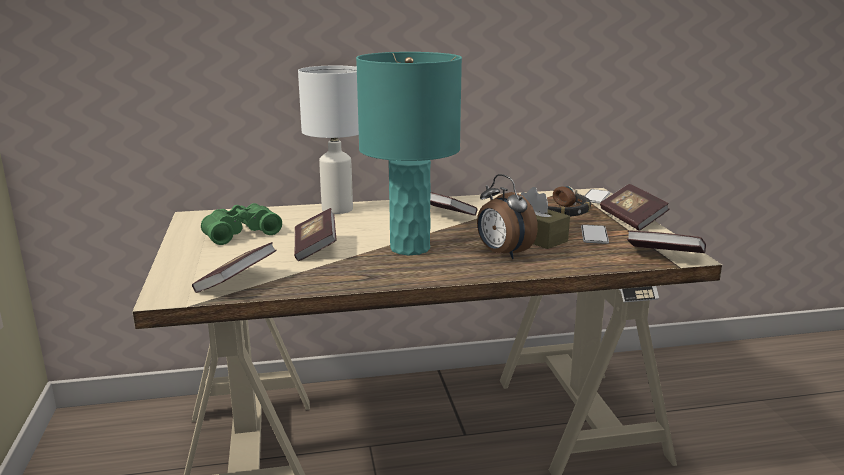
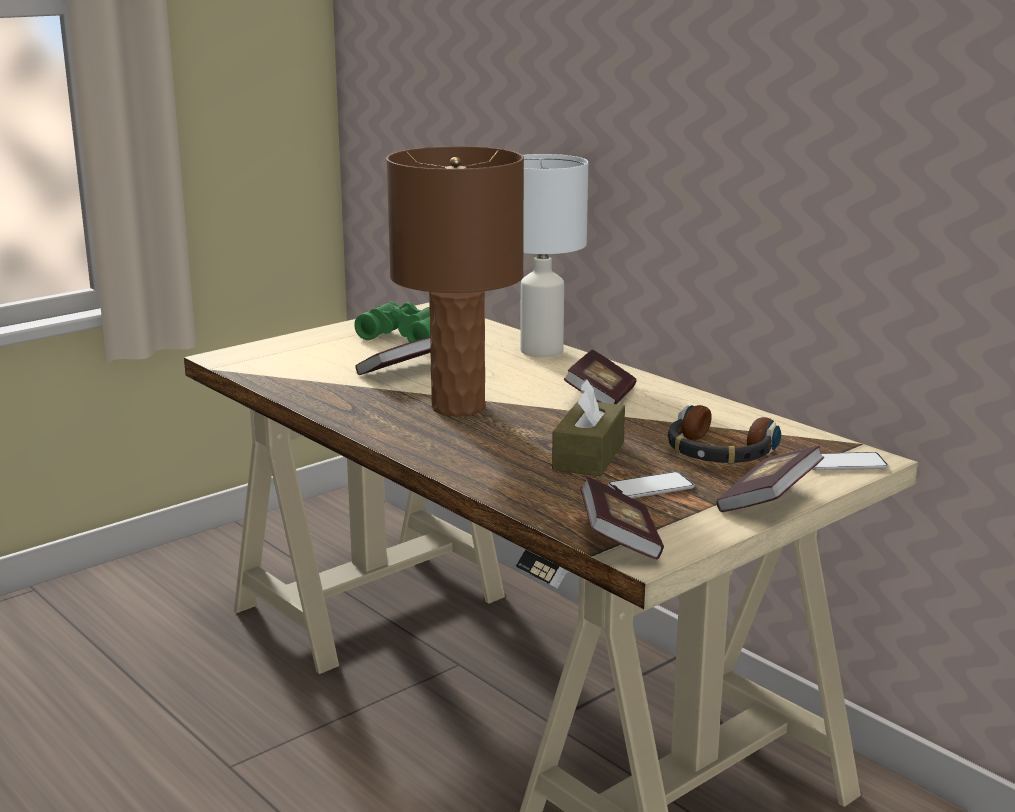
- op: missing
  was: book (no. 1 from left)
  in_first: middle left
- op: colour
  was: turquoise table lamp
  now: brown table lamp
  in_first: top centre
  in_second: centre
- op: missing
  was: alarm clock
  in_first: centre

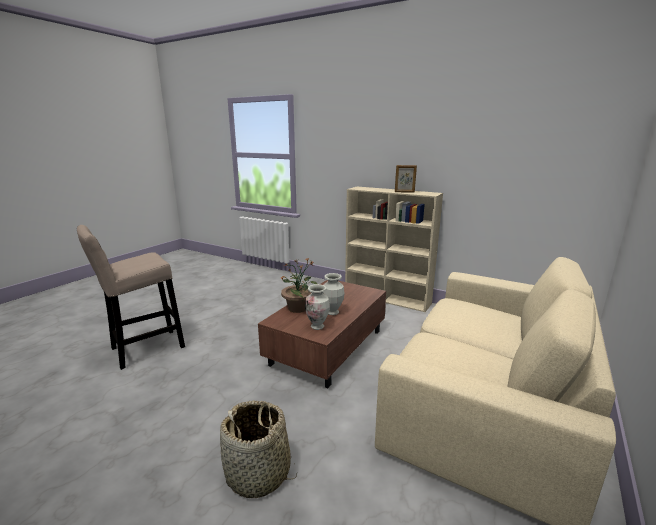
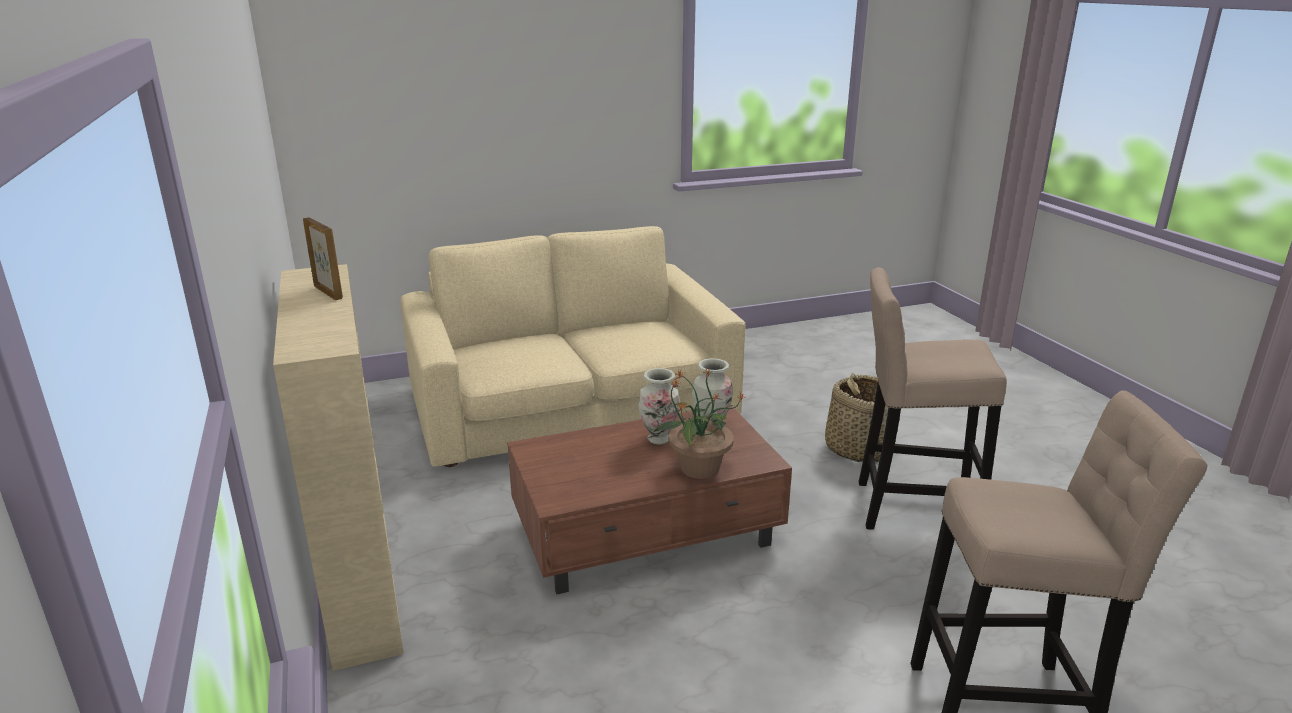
- op: appeared
  now: beige stool (no. 1 from left)
  in_second: middle right

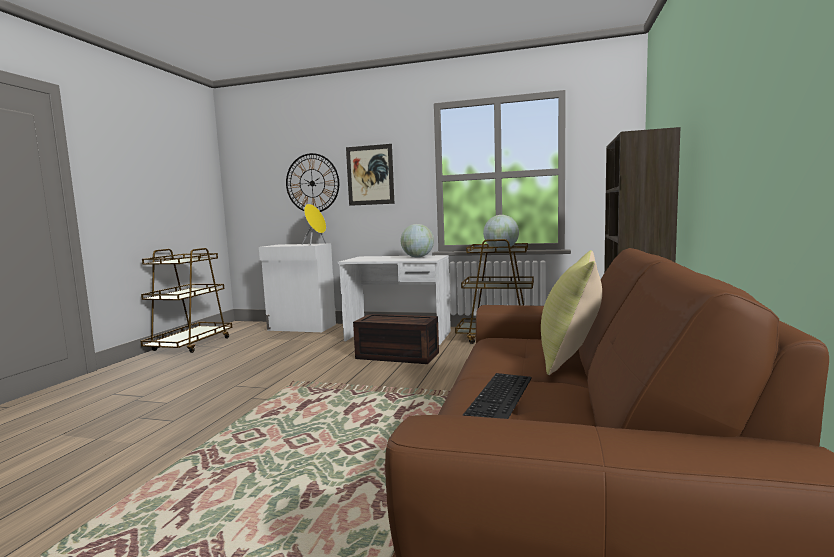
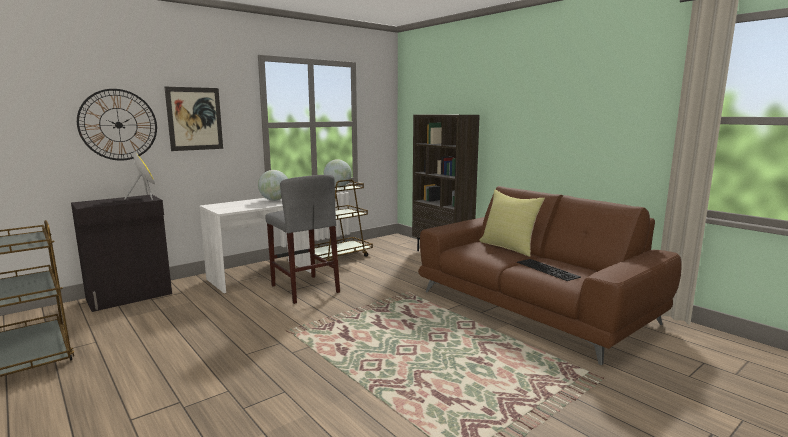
- op: colour
  was: white cabinet
  now: black cabinet
  in_first: centre
  in_second: middle left
- op: exchanged
  was: brown storage box
  now: grey stool
  in_first: centre
  in_second: centre

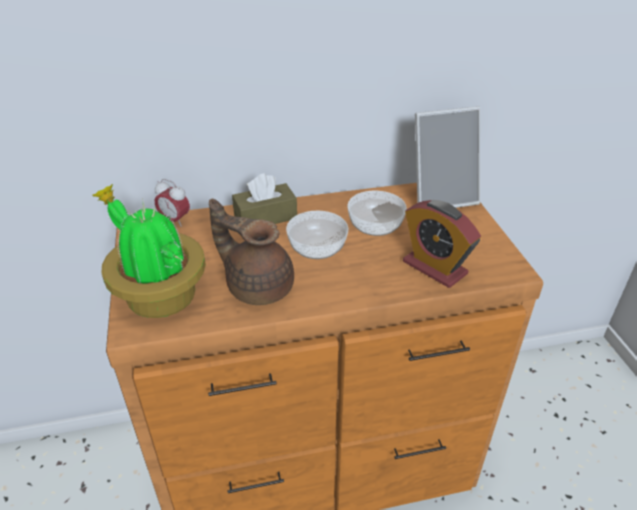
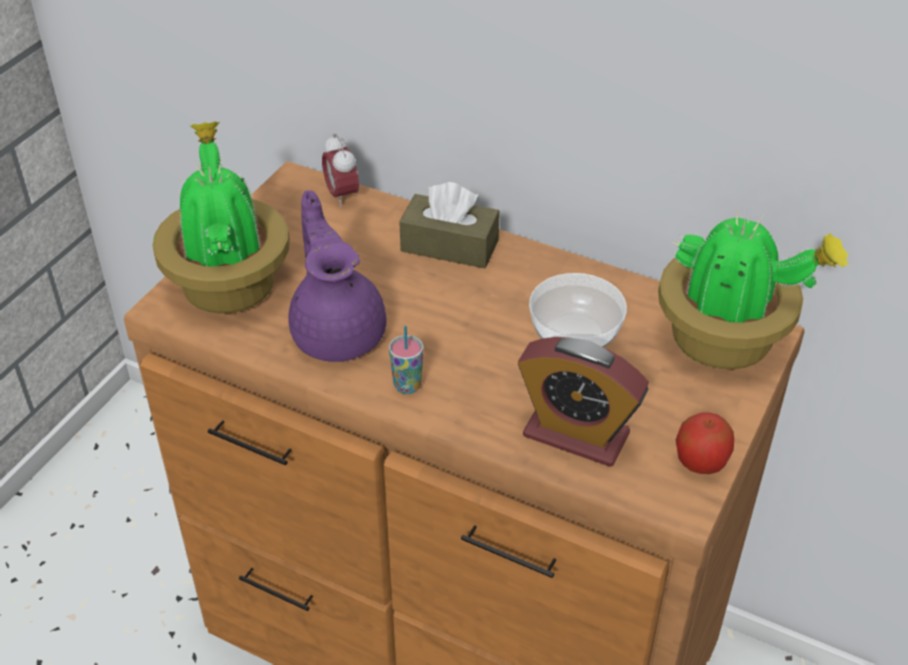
- op: colour
  was: brown teapot
  now: purple teapot
  in_first: centre
  in_second: centre
- op: missing
  was: bowl (no. 1 from left)
  in_first: centre
- op: spun
  was: alarm clock (no. 2 from left)
  in_first: middle right
  in_second: centre
  clockwise: -60
- op: exchanged
  was: picture frame
  now: potted plant (no. 2 from left)
  in_first: top right
  in_second: middle right
- op: appeared
  now: cup
  in_second: centre
- op: appeared
  now: apple
  in_second: middle right

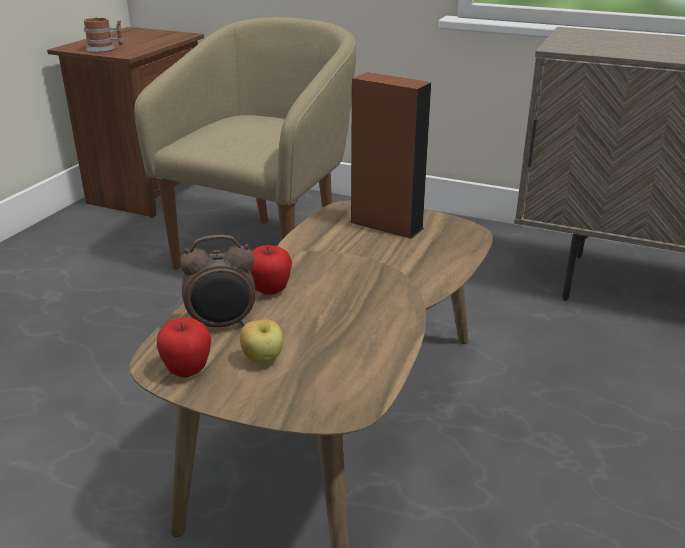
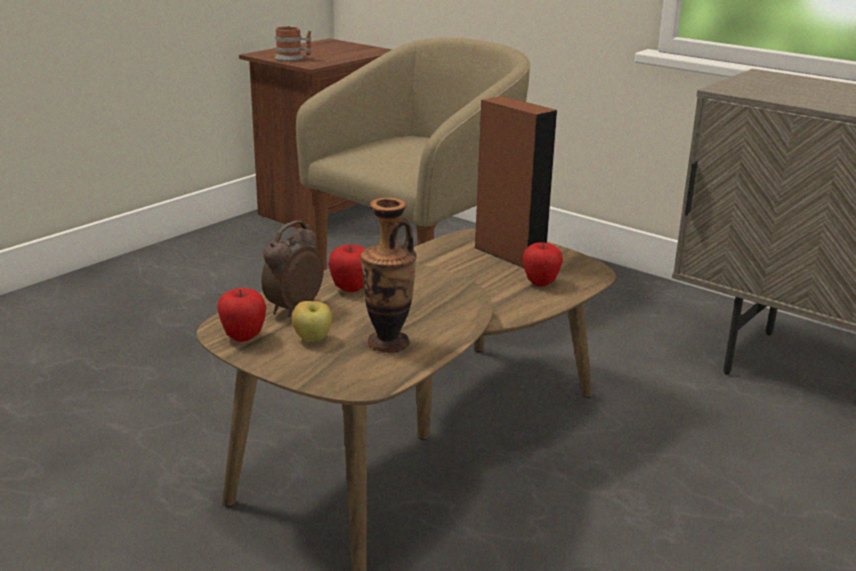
- op: spun
  was: alarm clock
  in_first: middle left
  in_second: centre
  clockwise: 120
- op: appeared
  now: vase
  in_second: centre
- op: appeared
  now: apple (no. 4 from left)
  in_second: centre

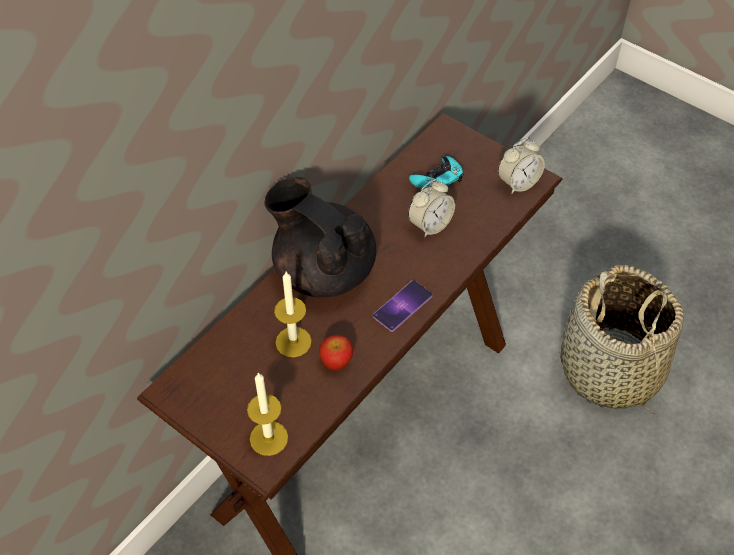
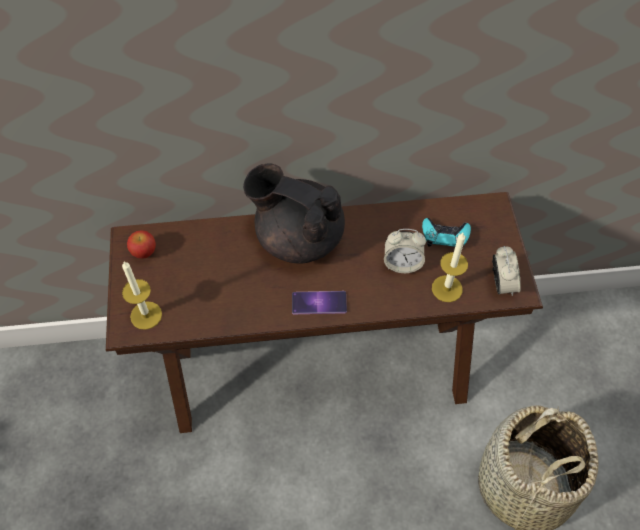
- op: spun
  was: black teapot
  in_first: centre
  in_second: centre
  clockwise: -60
- op: relocated
  was: candle (no. 2 from left)
  in_first: centre
  in_second: middle right
- op: relocated
  was: apple
  in_first: centre
  in_second: middle left
- op: spun
  was: alarm clock (no. 2 from left)
  in_first: top right
  in_second: middle right
  clockwise: -105

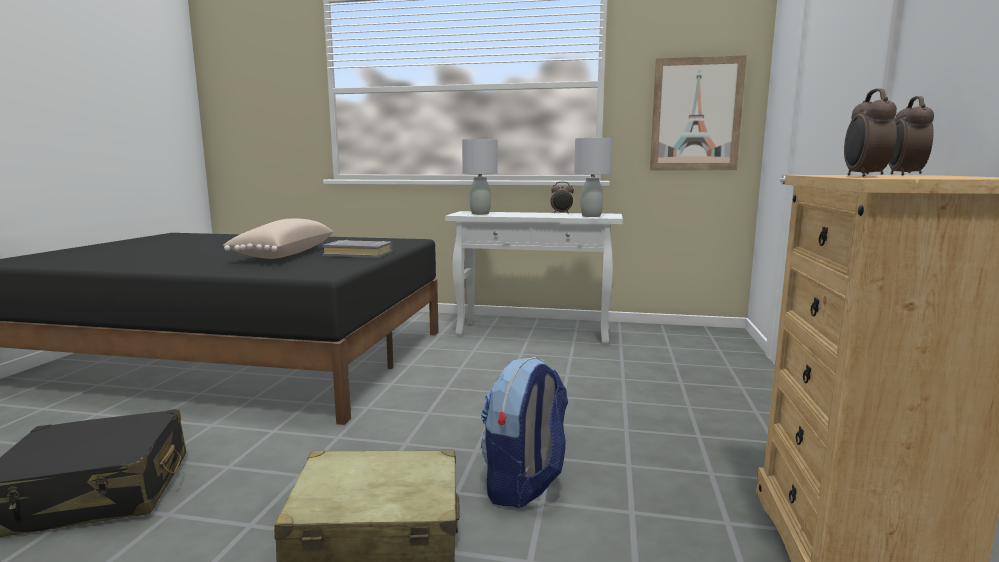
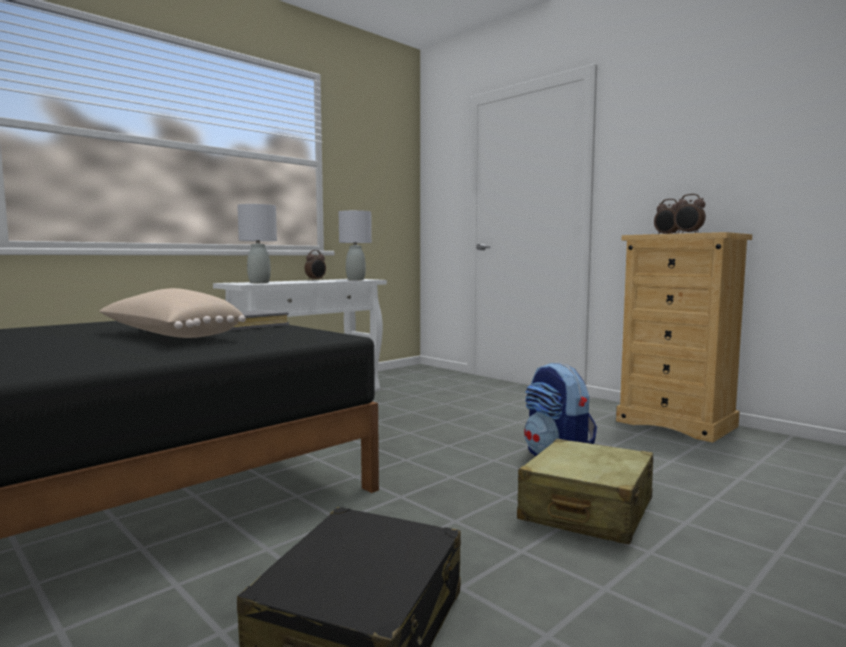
- op: missing
  was: picture
  in_first: top right

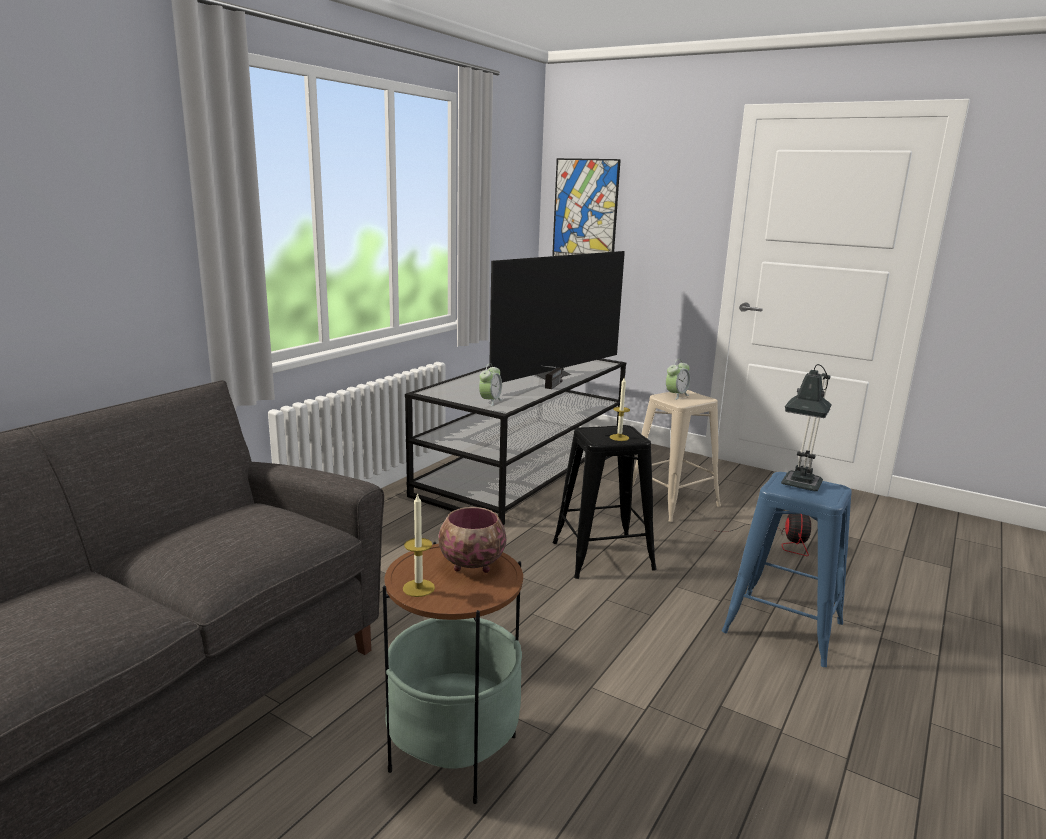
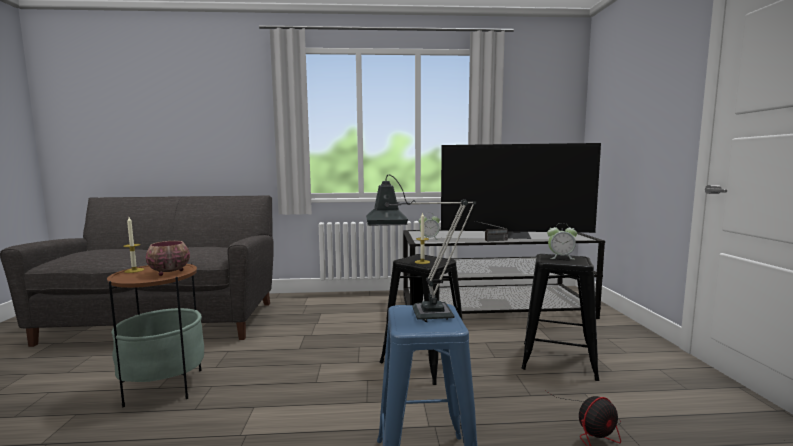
- op: missing
  was: picture
  in_first: top centre
- op: colour
  was: beige stool
  now: black stool (no. 2 from left)
  in_first: centre
  in_second: bottom right

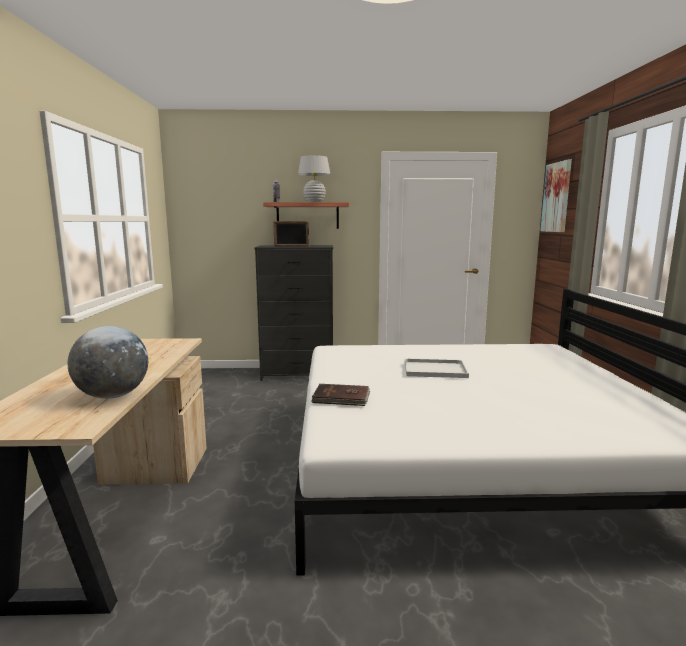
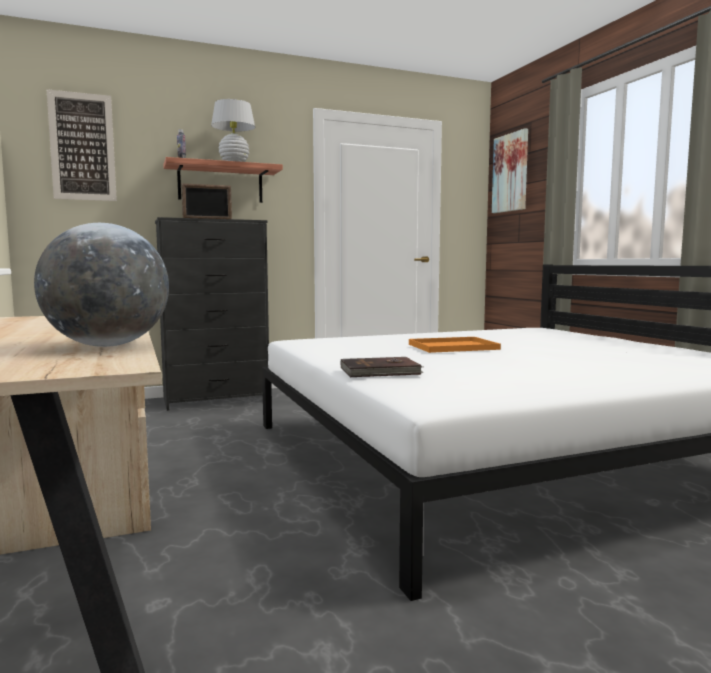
- op: colour
  was: white tray
  now: orange tray
  in_first: centre
  in_second: centre
- op: appeared
  now: picture (no. 1 from left)
  in_second: top left

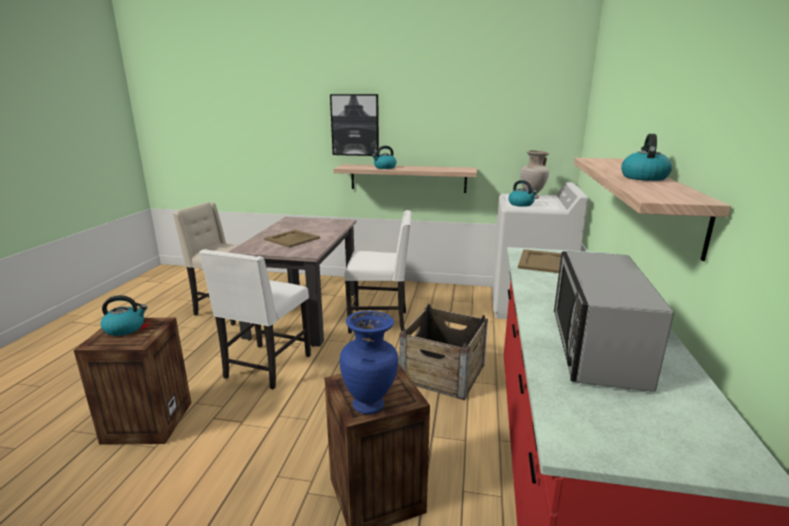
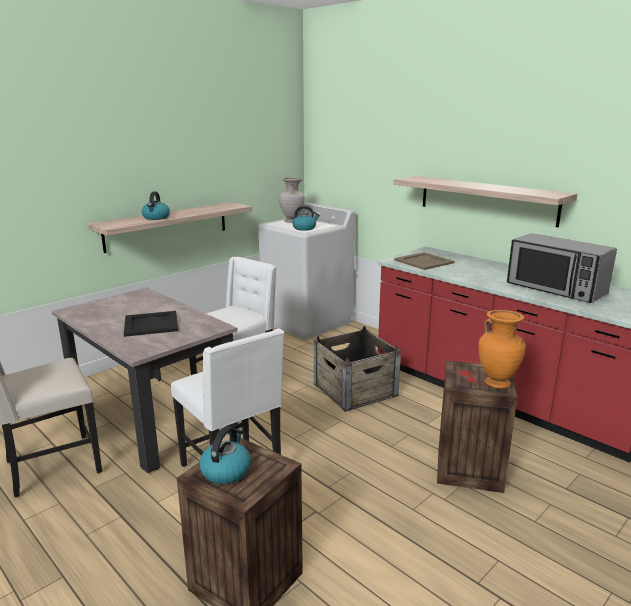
- op: colour
  was: beige tray (no. 1 from left)
  now: black tray
  in_first: centre
  in_second: middle left
- op: missing
  was: picture
  in_first: top centre
- op: colour
  was: blue vase
  now: orange vase
  in_first: bottom centre
  in_second: middle right
- op: missing
  was: kettle (no. 4 from left)
  in_first: top right

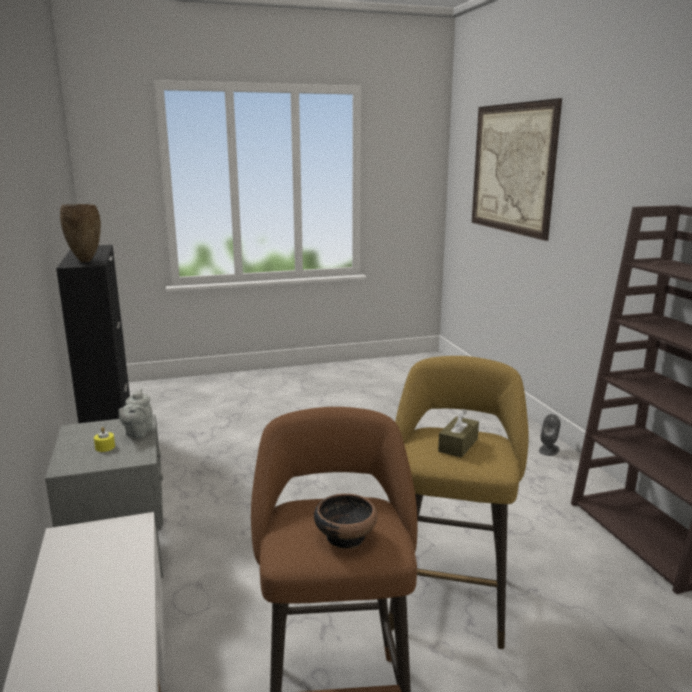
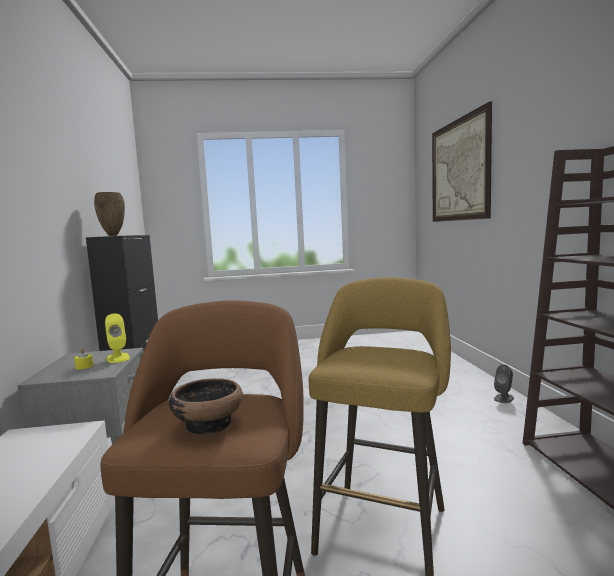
- op: exchanged
  was: grey teapot
  now: yellow speaker
  in_first: middle left
  in_second: middle left
- op: missing
  was: brown tissue box
  in_first: centre

